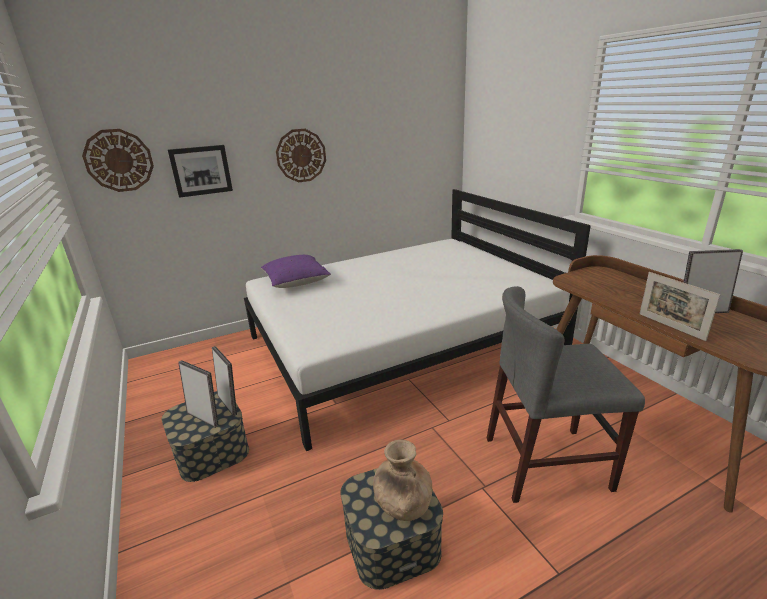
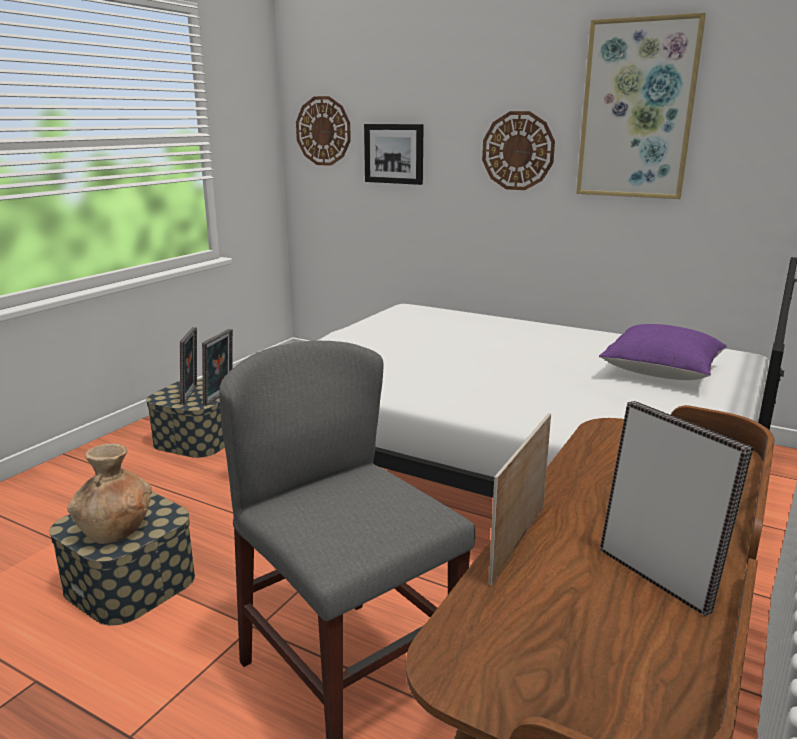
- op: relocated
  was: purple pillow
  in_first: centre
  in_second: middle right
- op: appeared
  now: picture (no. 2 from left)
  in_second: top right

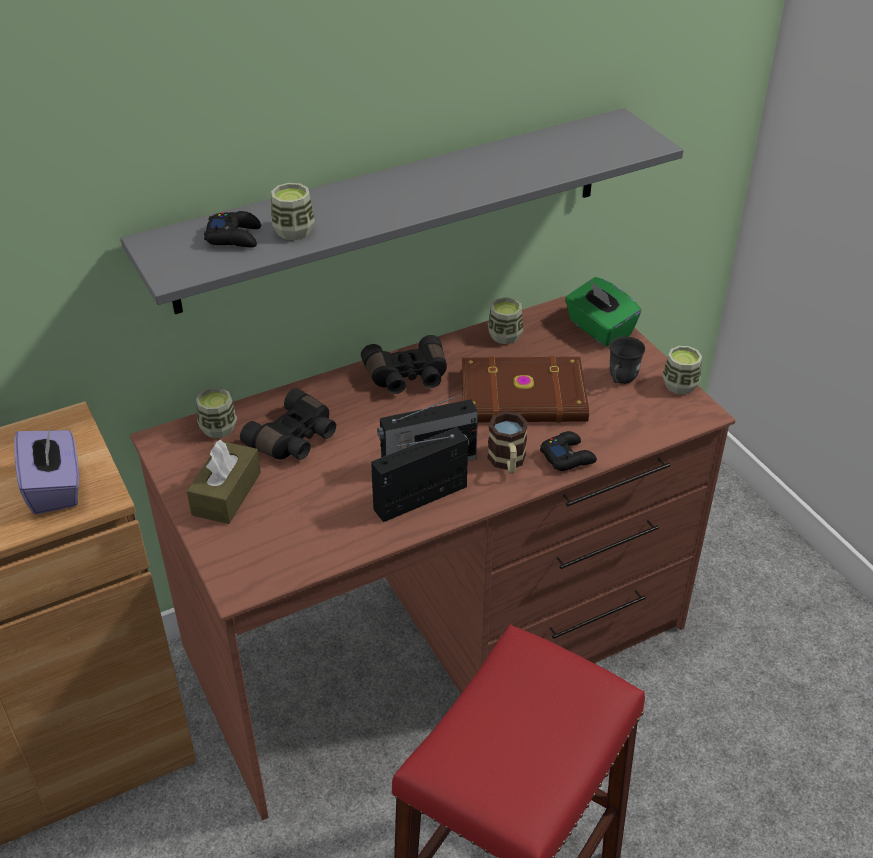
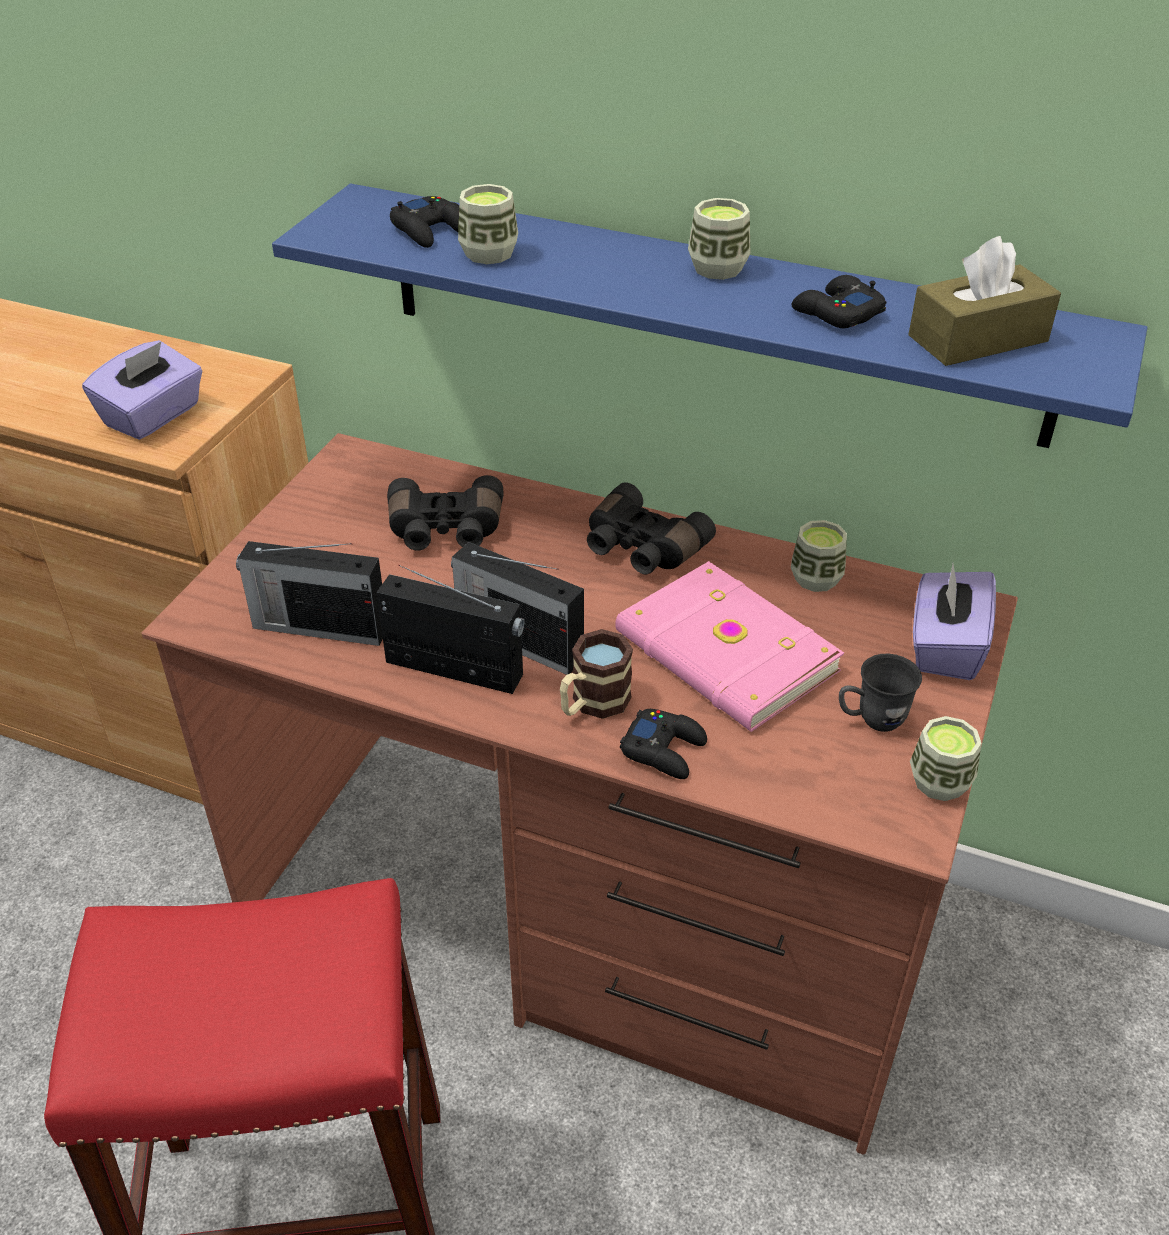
- op: colour
  was: grey shelf
  now: blue shelf
  in_first: top centre
  in_second: top centre
- op: relocated
  was: brown tissue box
  in_first: middle left
  in_second: top right
- op: relocated
  was: cup (no. 1 from left in the first image)
  now: cup (no. 2 from left)
  in_first: middle left
  in_second: top centre
- op: colour
  was: brown book
  now: pink book
  in_first: centre
  in_second: centre
- op: colour
  was: green tissue box
  now: purple tissue box (no. 2 from left)
  in_first: middle right
  in_second: middle right
- op: appeared
  now: radio (no. 1 from left)
  in_second: middle left
- op: appeared
  now: black game controller (no. 3 from left)
  in_second: top right

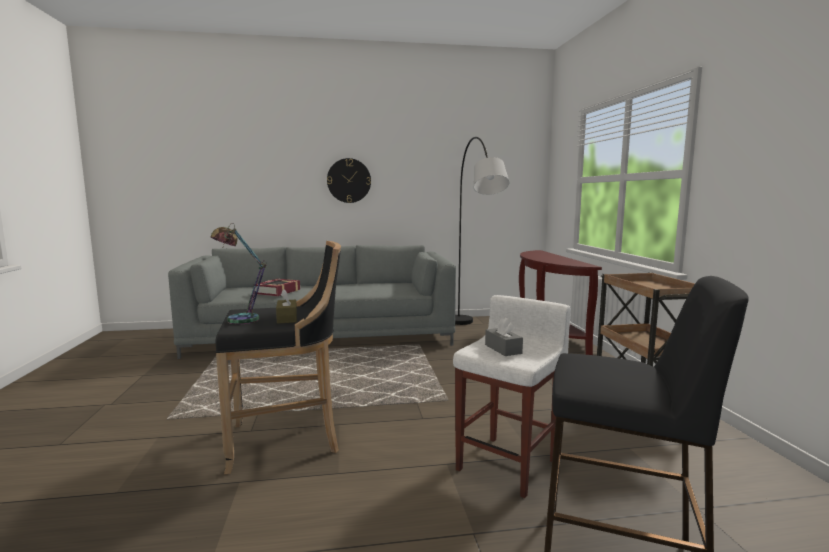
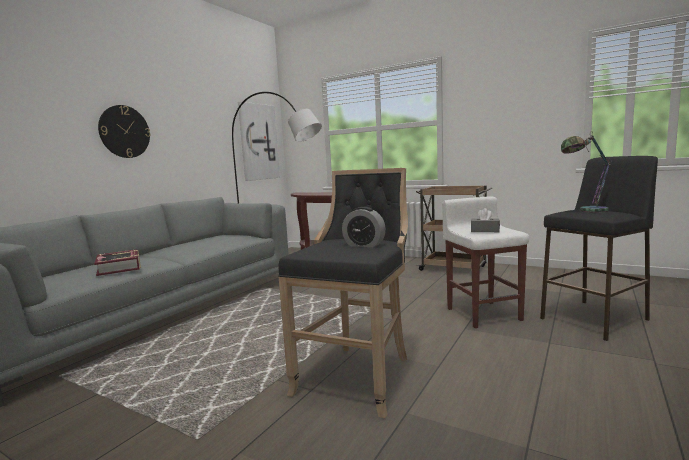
- op: relocated
  was: table lamp
  in_first: middle left
  in_second: middle right
- op: exchanged
  was: brown tissue box
  now: alarm clock
  in_first: centre
  in_second: centre
- op: appeared
  now: picture
  in_second: top centre

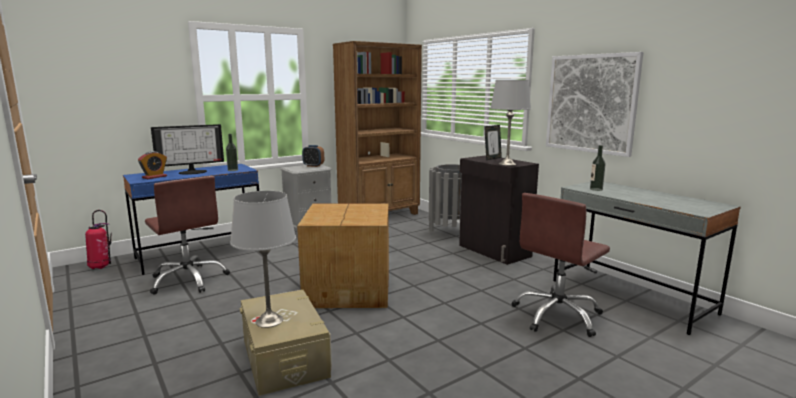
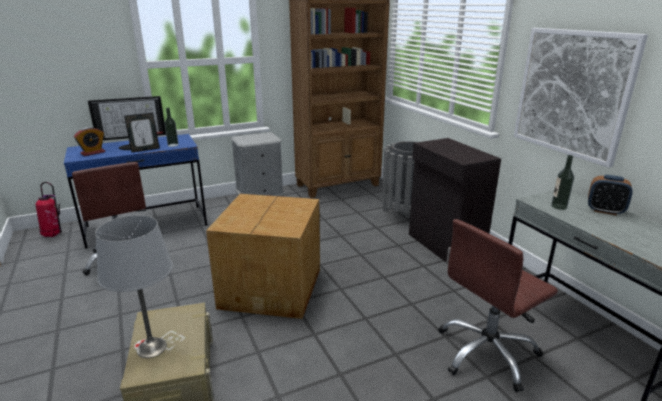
- op: relocated
  was: alarm clock (no. 2 from left)
  in_first: centre
  in_second: middle right
- op: relocated
  was: picture frame
  in_first: centre
  in_second: top left
- op: missing
  was: grey table lamp (no. 2 from left)
  in_first: top centre

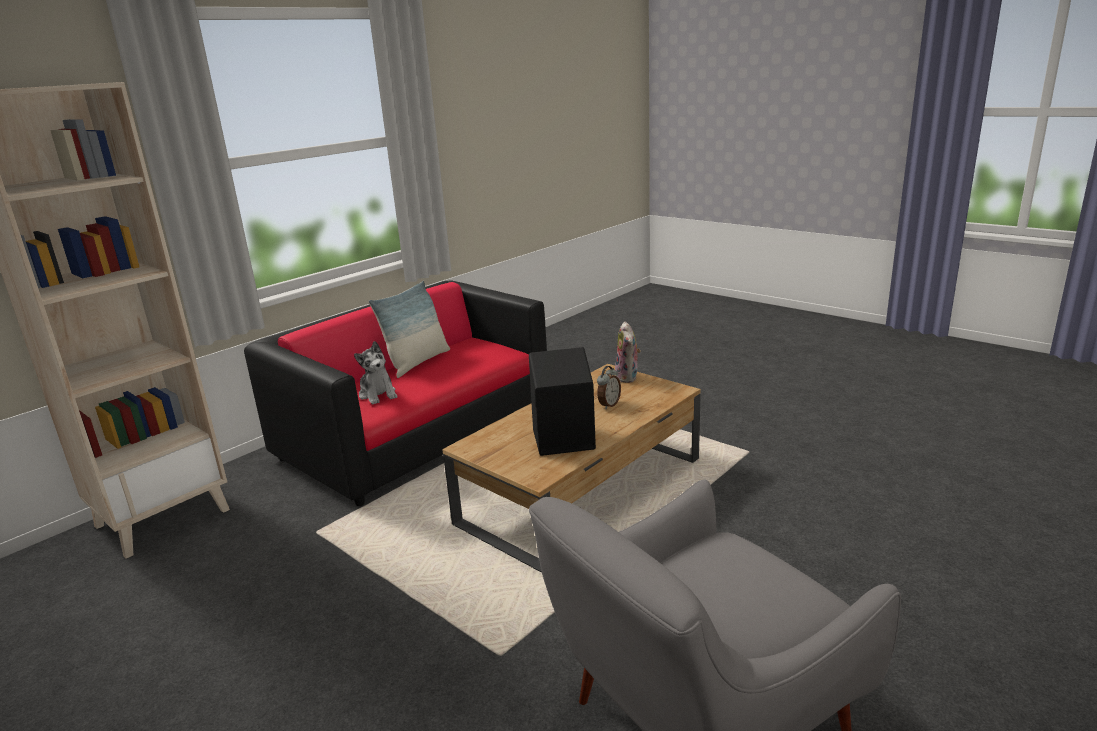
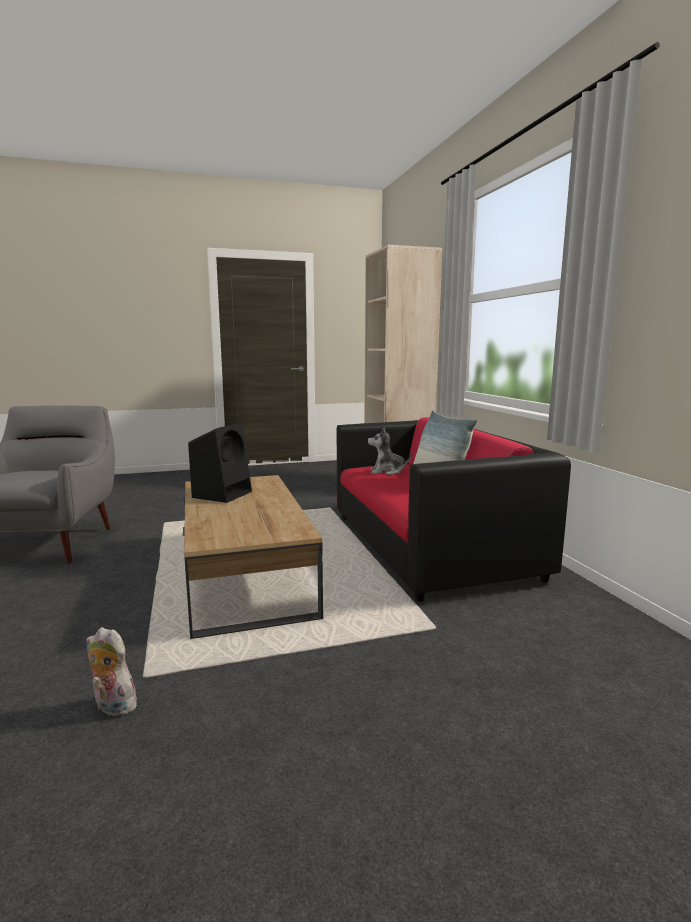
- op: missing
  was: alarm clock
  in_first: centre
- op: relocated
  was: plush toy (no. 2 from left in the first image)
  now: plush toy (no. 1 from left)
  in_first: centre
  in_second: bottom left

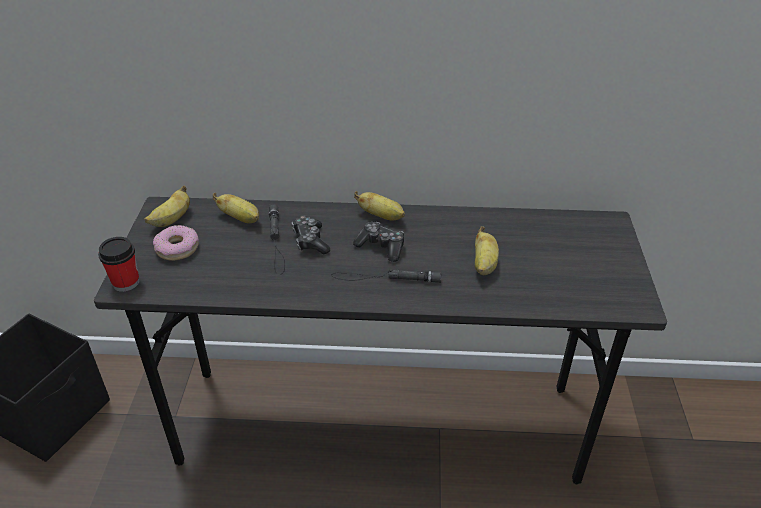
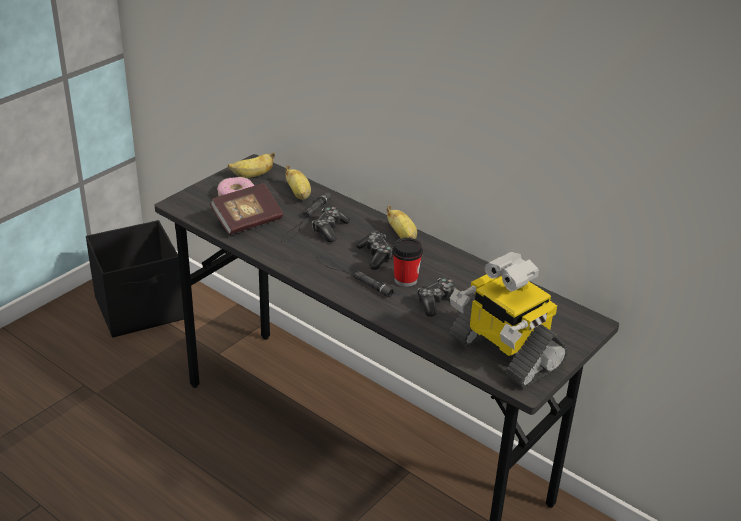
- op: relocated
  was: cup
  in_first: middle left
  in_second: centre
- op: exchanged
  was: banana (no. 4 from left)
  now: game controller (no. 3 from left)
  in_first: centre
  in_second: centre
- op: appeared
  now: book
  in_second: middle left
- op: appeared
  now: toy robot
  in_second: middle right

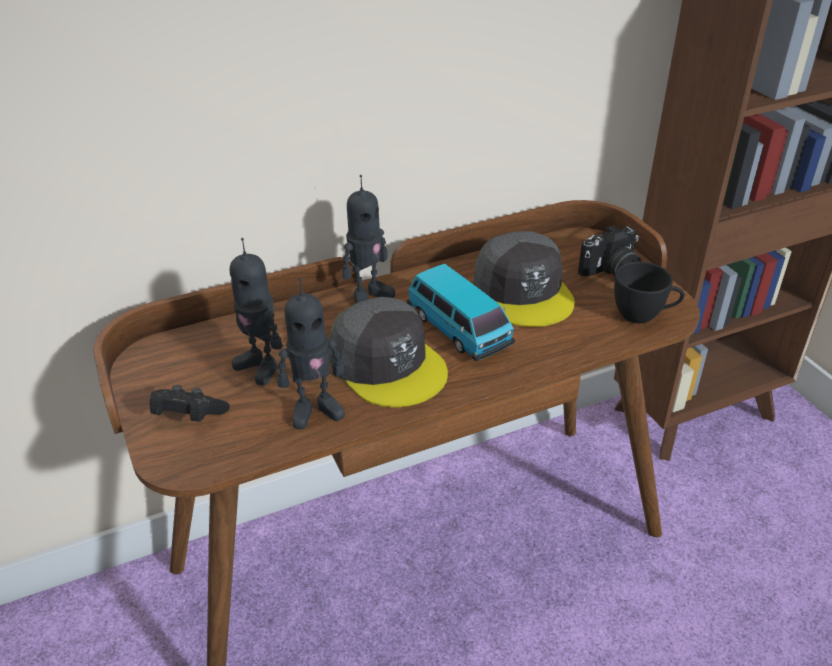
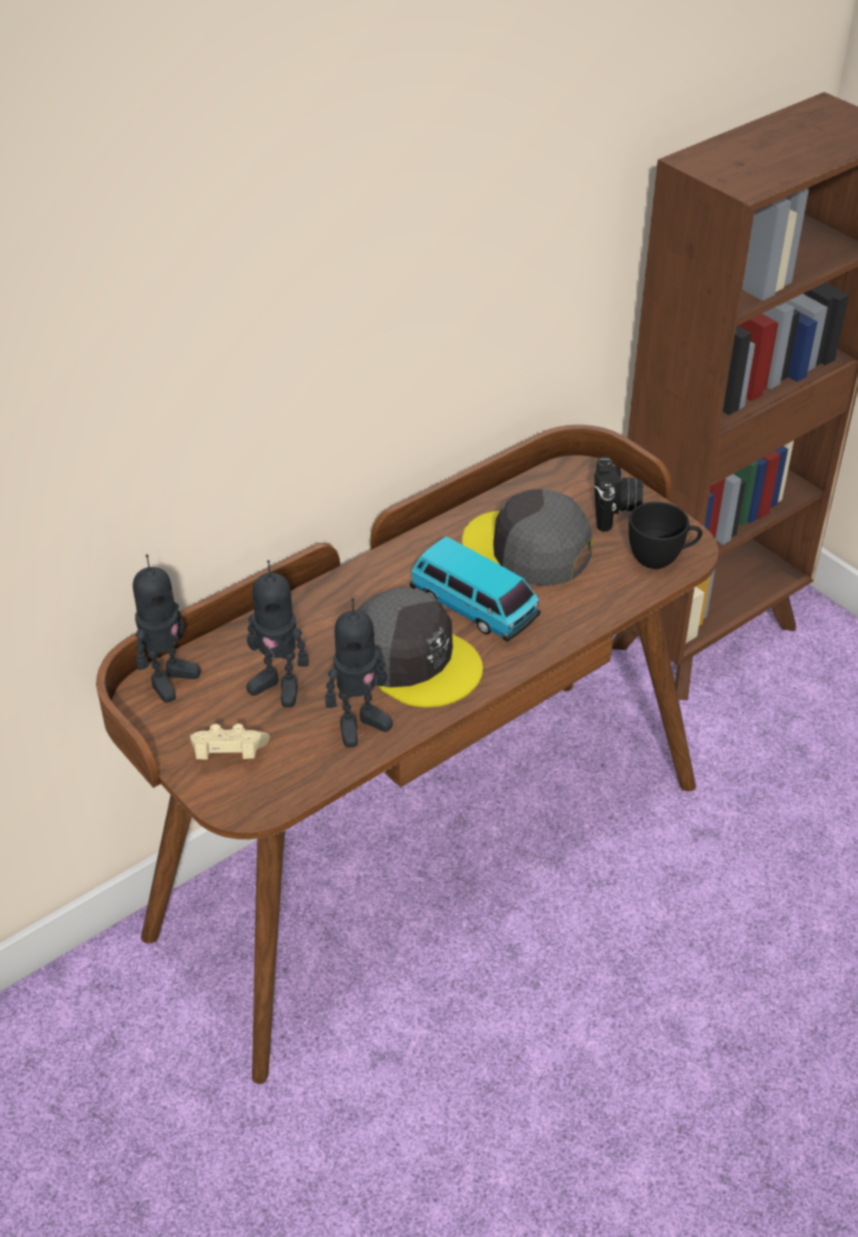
- op: colour
  was: black game controller
  now: beige game controller
  in_first: middle left
  in_second: middle left
- op: relocated
  was: toy robot (no. 3 from left in the first image)
  now: toy robot (no. 1 from left)
  in_first: centre
  in_second: middle left
- op: spun
  was: grey cap (no. 2 from left)
  in_first: centre
  in_second: centre
  clockwise: 150
- op: spun
  was: photo camera
  in_first: middle right
  in_second: middle right
  clockwise: -45

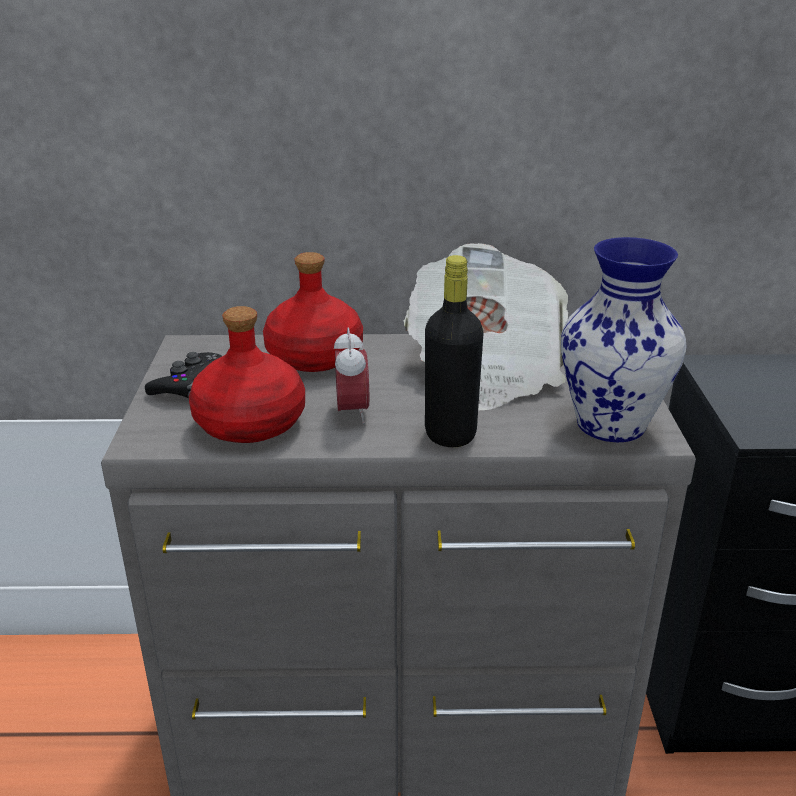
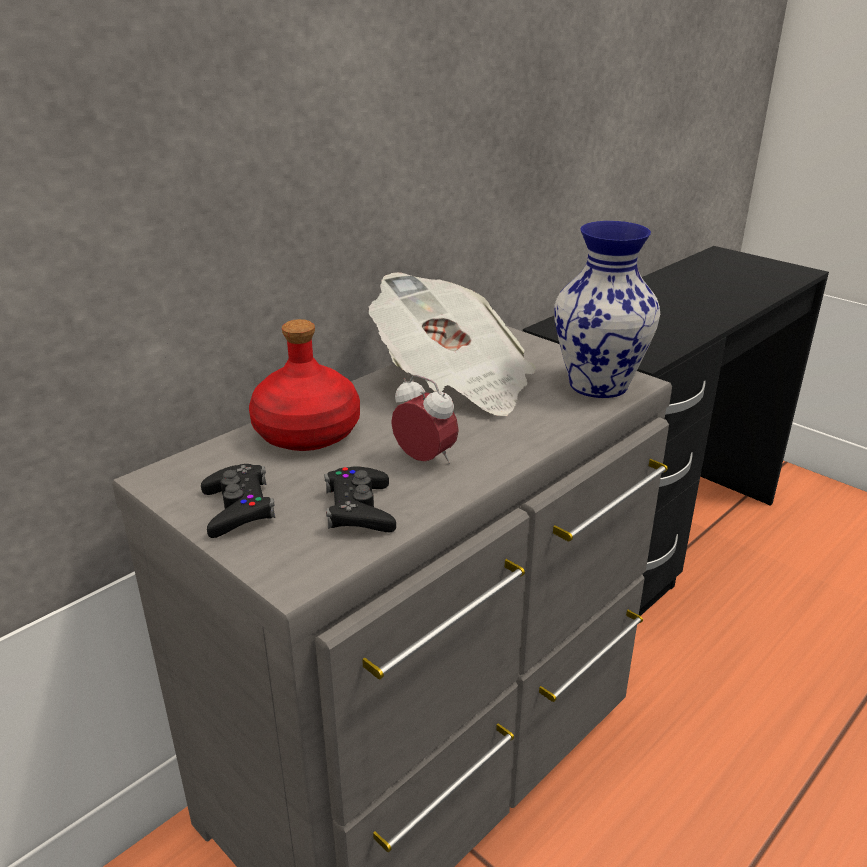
- op: exchanged
  was: red bottle (no. 1 from left)
  now: black game controller (no. 2 from left)
  in_first: middle left
  in_second: centre
- op: missing
  was: black bottle
  in_first: centre

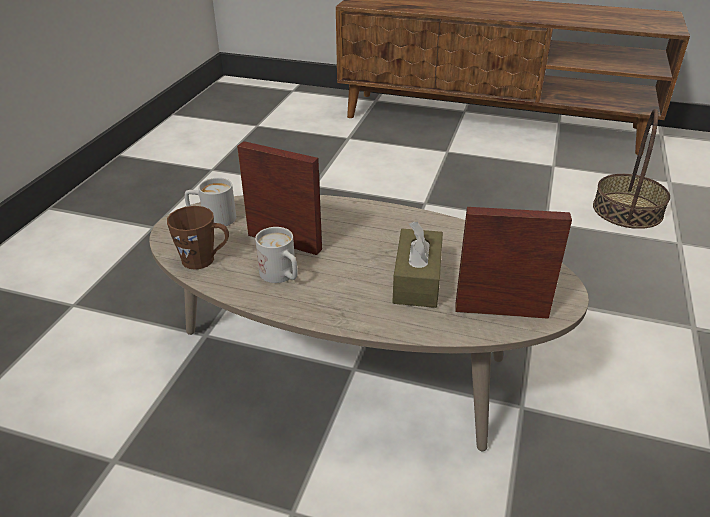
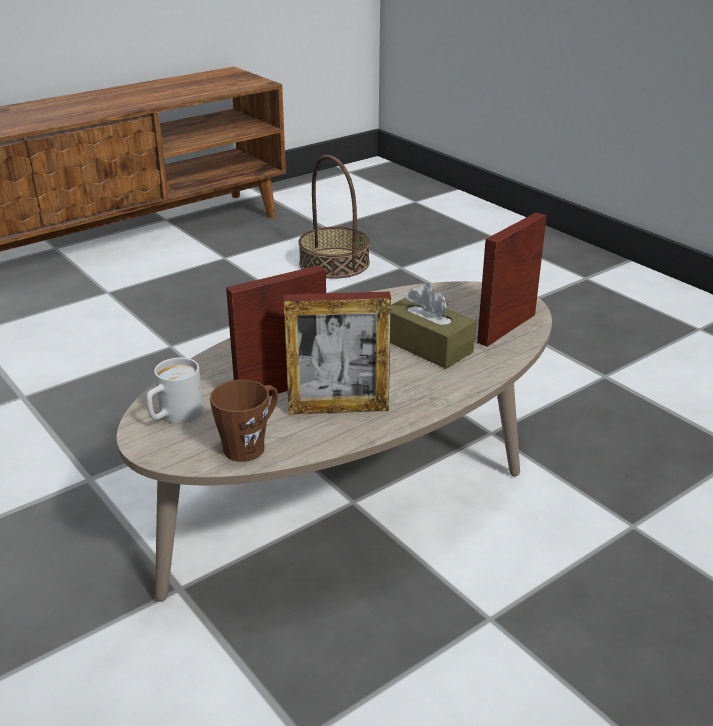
- op: exchanged
  was: white mug (no. 2 from left)
  now: picture frame (no. 2 from left)
  in_first: centre
  in_second: centre

